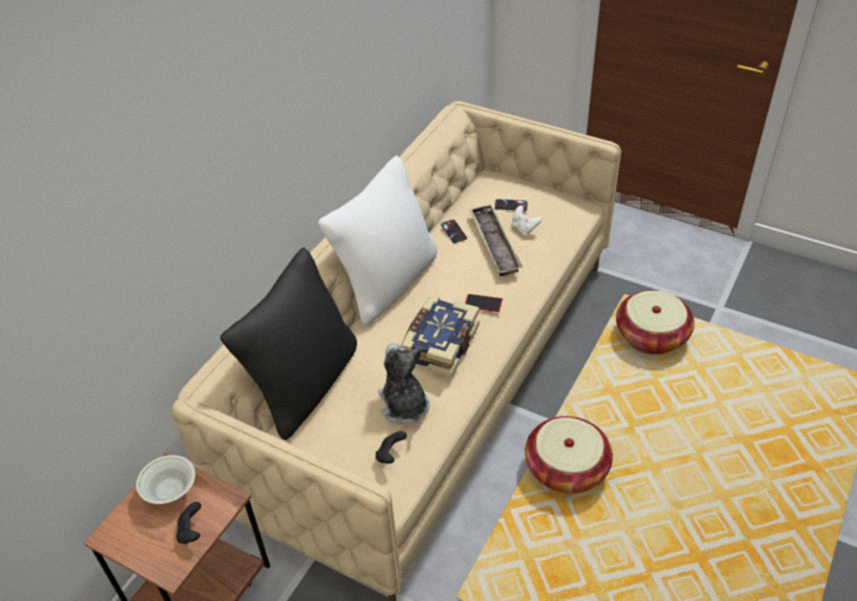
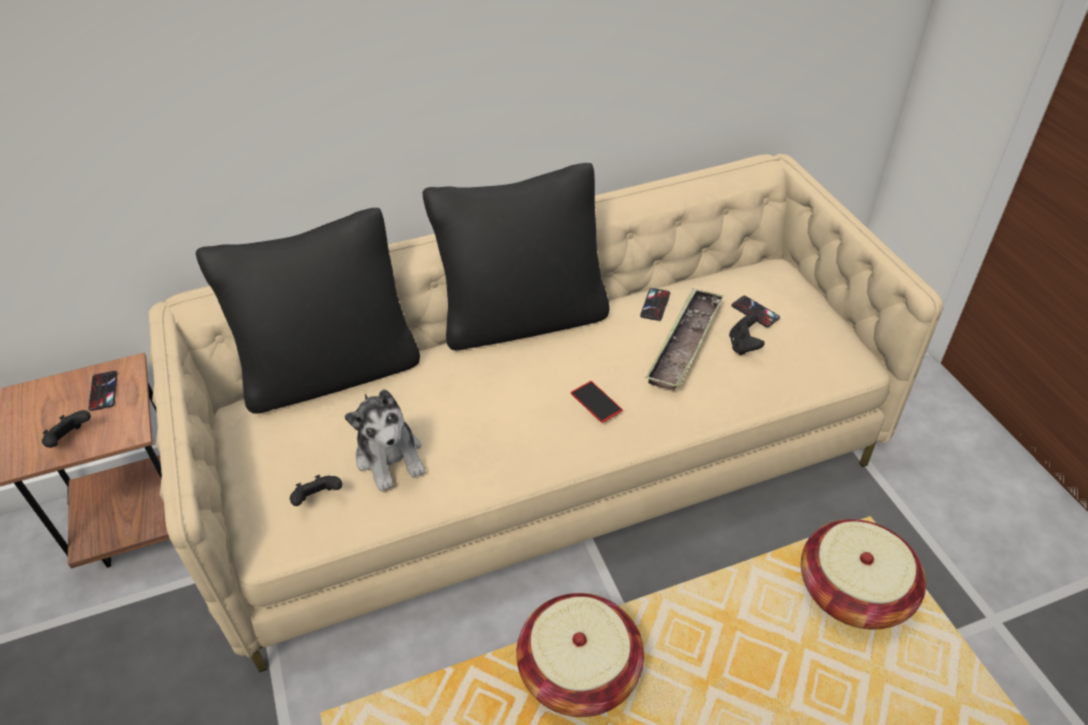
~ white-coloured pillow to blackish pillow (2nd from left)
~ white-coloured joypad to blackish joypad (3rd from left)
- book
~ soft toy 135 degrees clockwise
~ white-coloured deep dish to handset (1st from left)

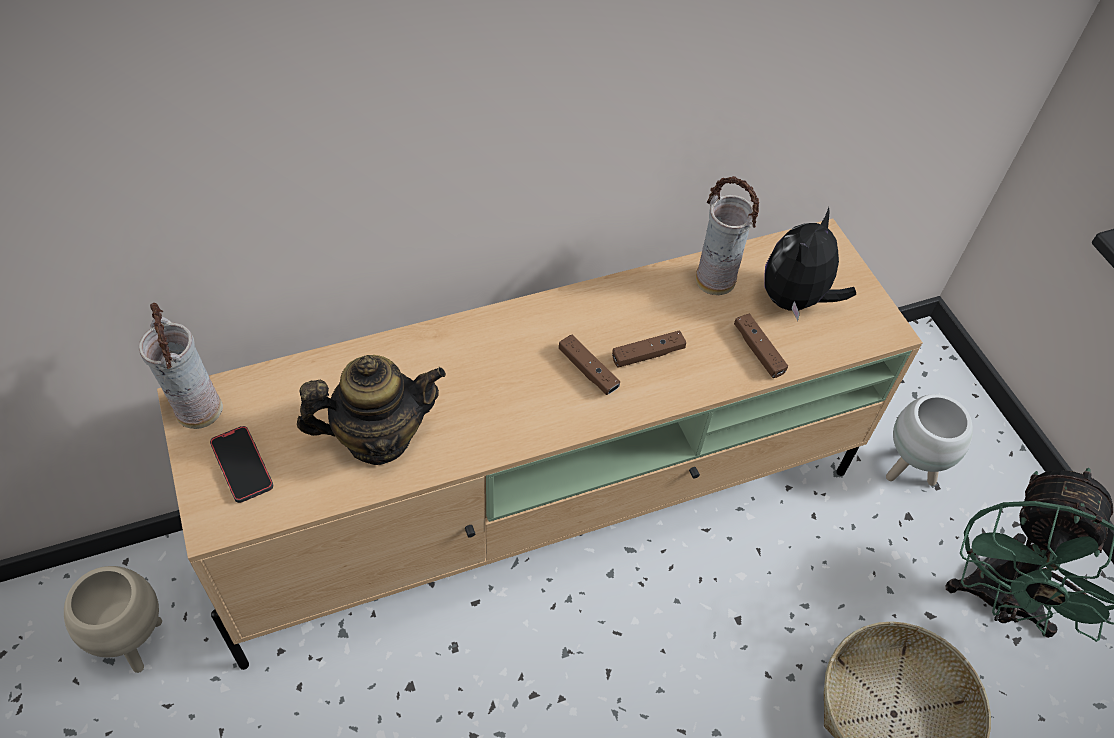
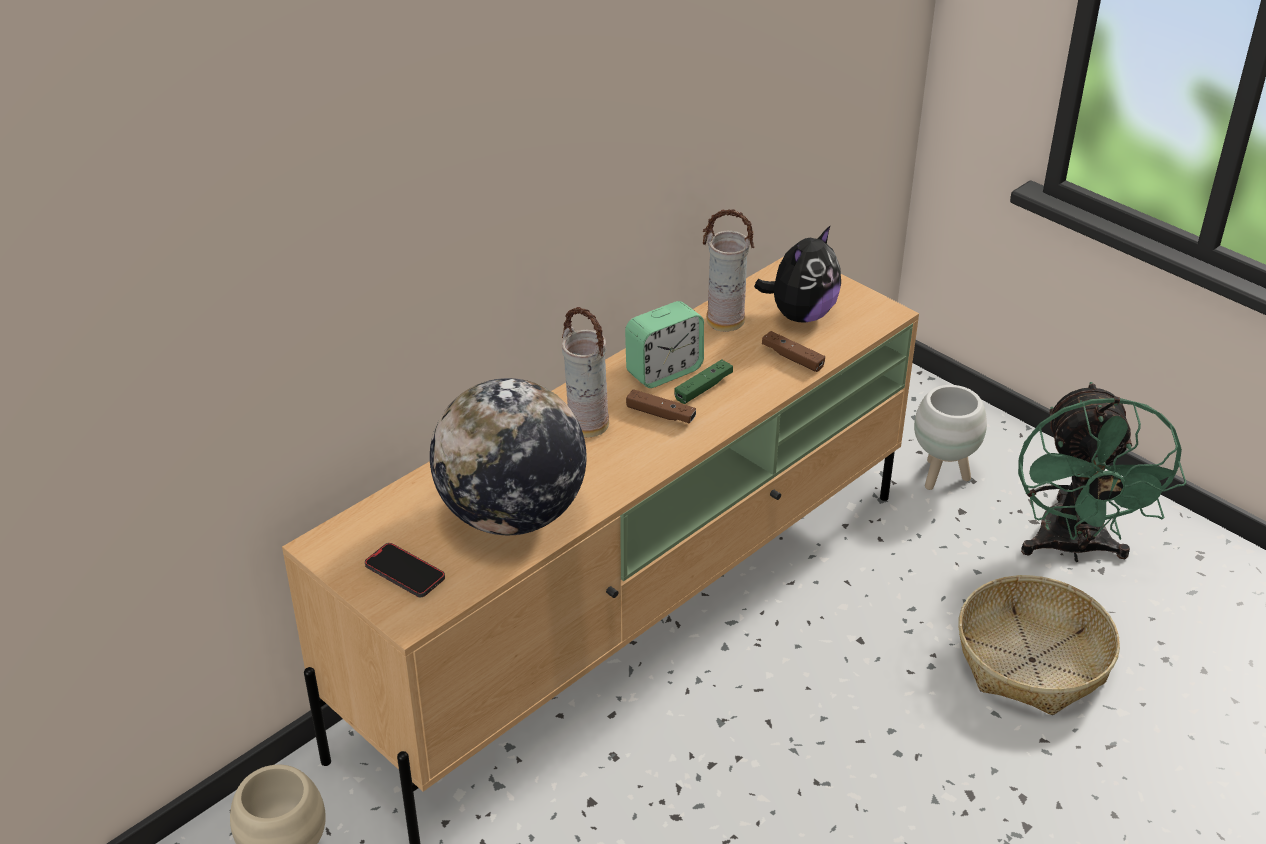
~ soft toy 150 degrees counterclockwise
~ decorative vase (1st from left)
~ brownish joypad (2nd from left) to green joypad
~ pot for tea to desk globe
+ alarm clock

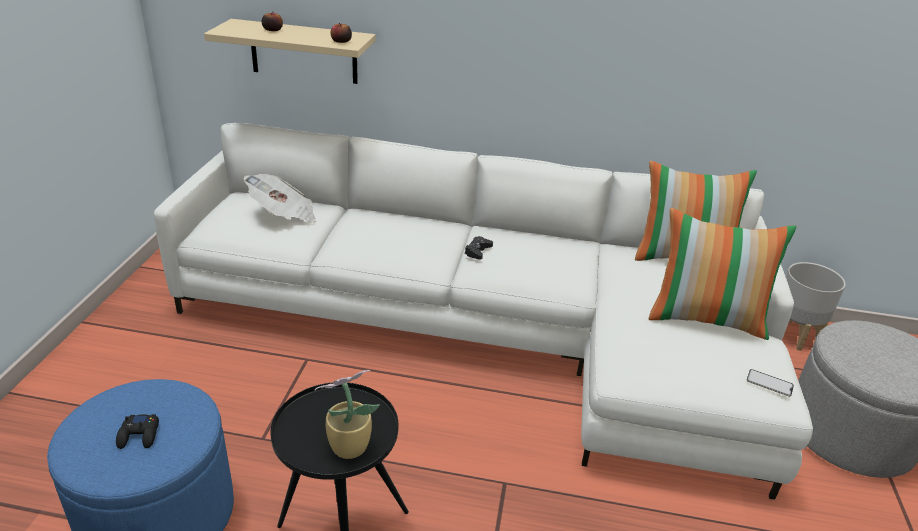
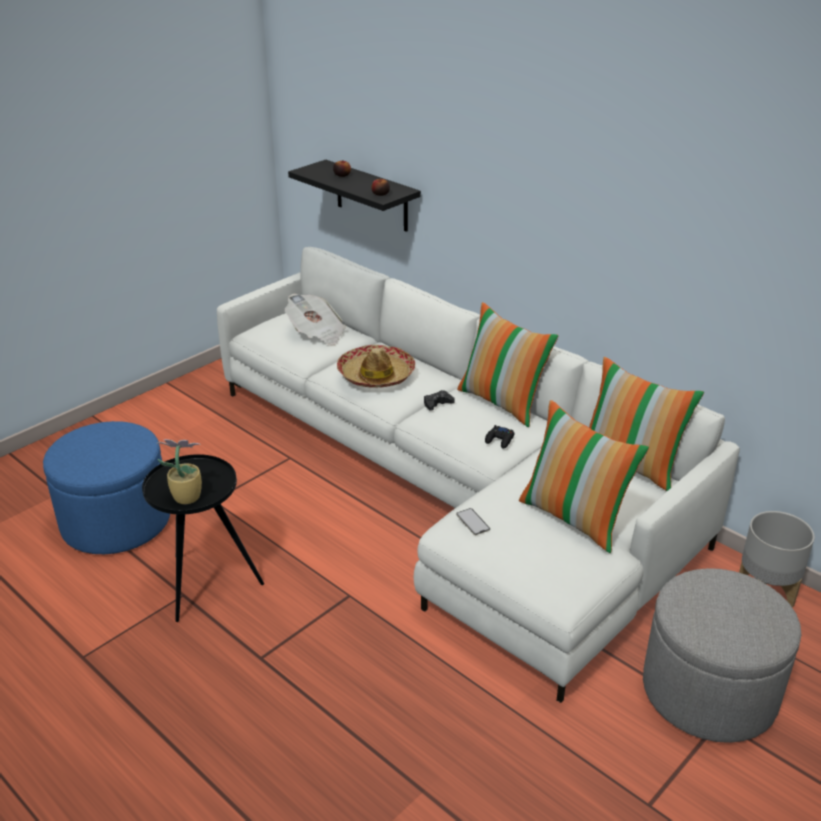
~ beige bracket shelf to blackish bracket shelf
~ handset
~ blackish joypad (1st from left in the first image) to blackish joypad (2nd from left)
+ pillow (1st from left)
+ hat

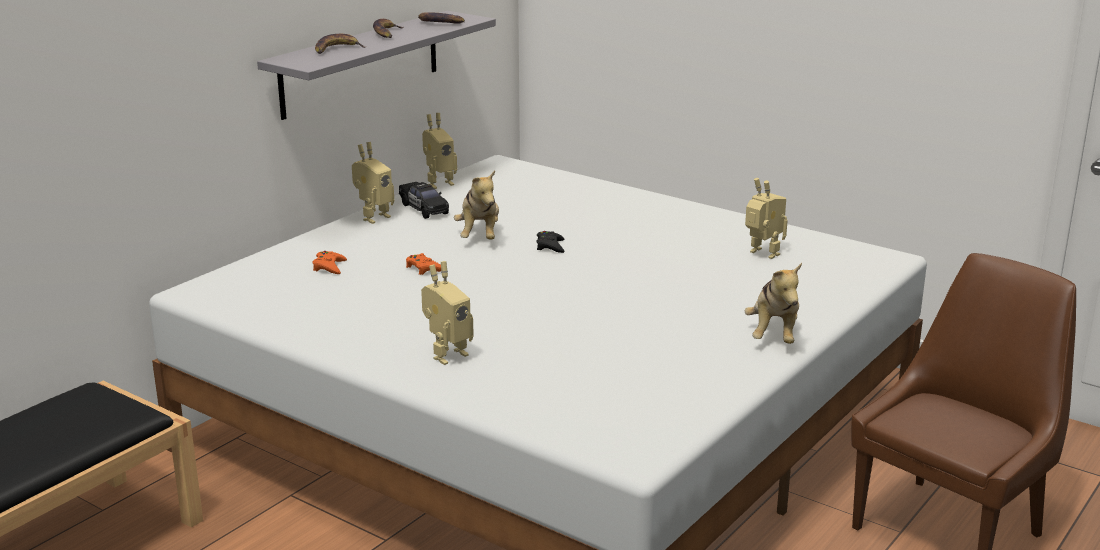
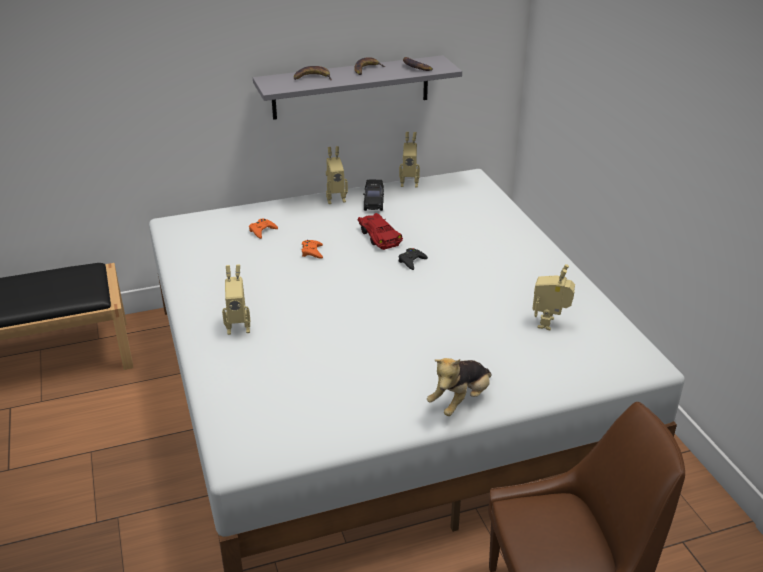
~ soft toy (1st from left) to red miniature car
~ robot figure (4th from left) 150 degrees counterclockwise

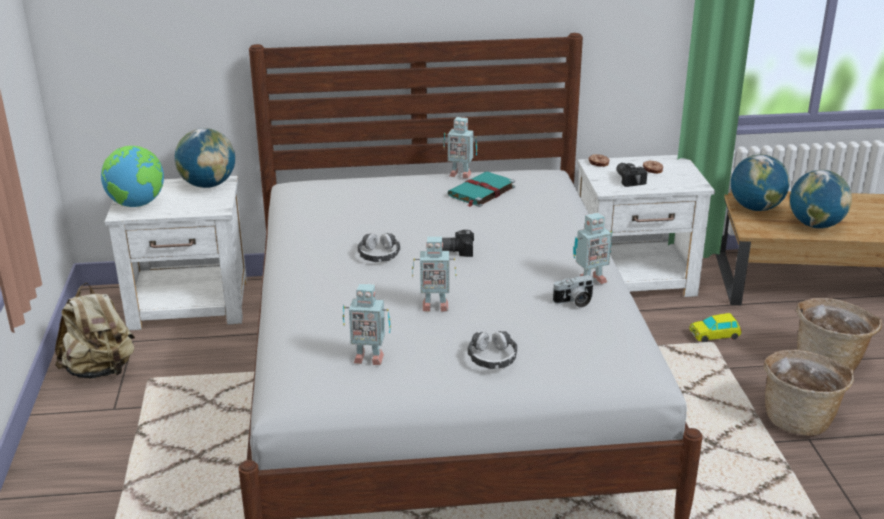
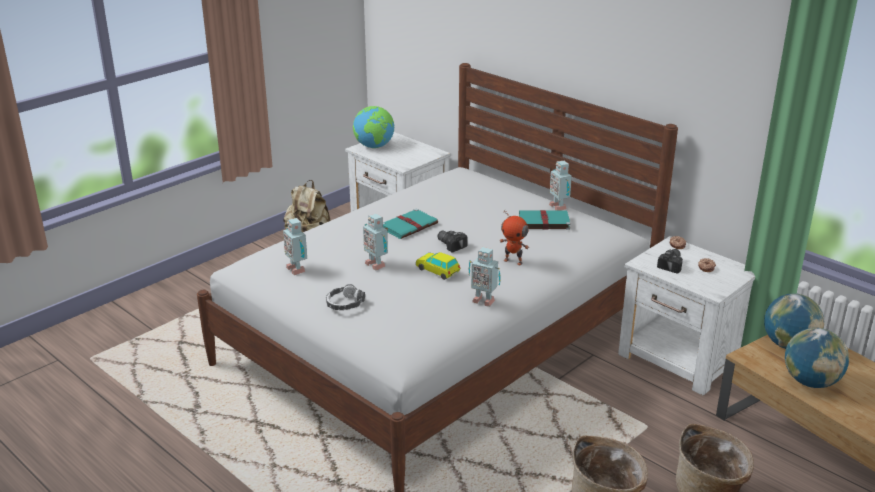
- desk globe (2nd from left)
~ headset (1st from left) to turquoise book (1st from left)
- still camera (2nd from left)
~ miniature car
+ robot figure (4th from left)

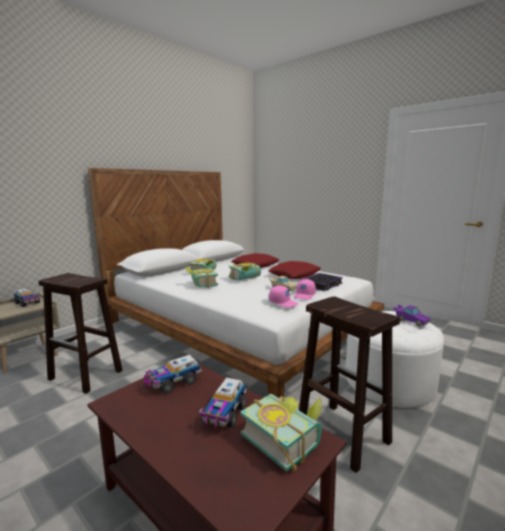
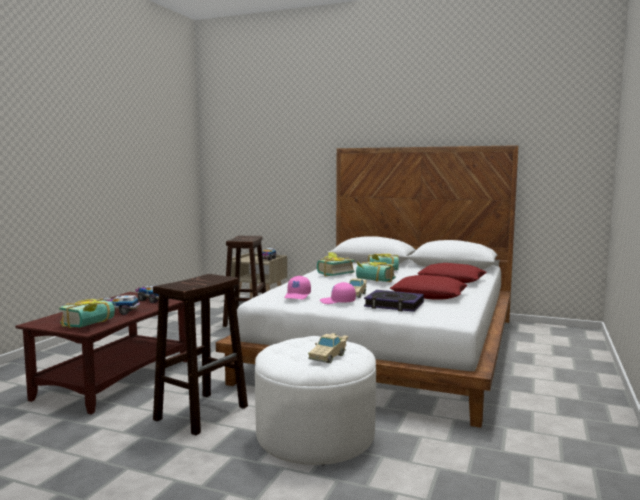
~ purplish miniature car to beige miniature car (1st from left)

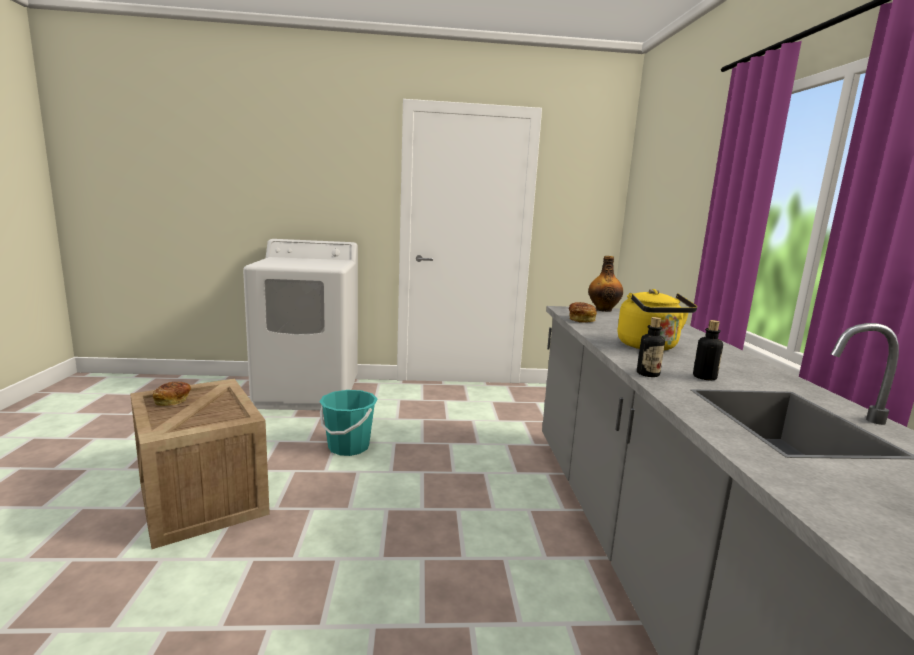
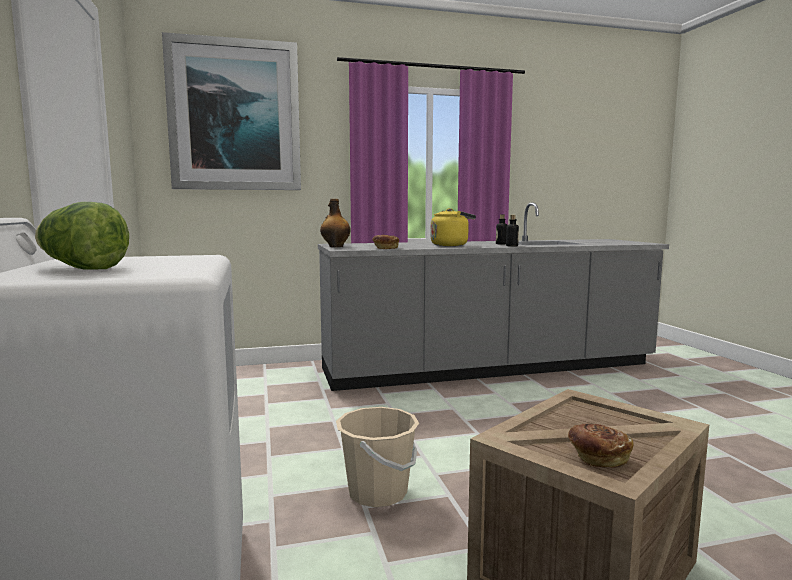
~ turquoise bucket to beige bucket
+ wall picture
+ lettuce

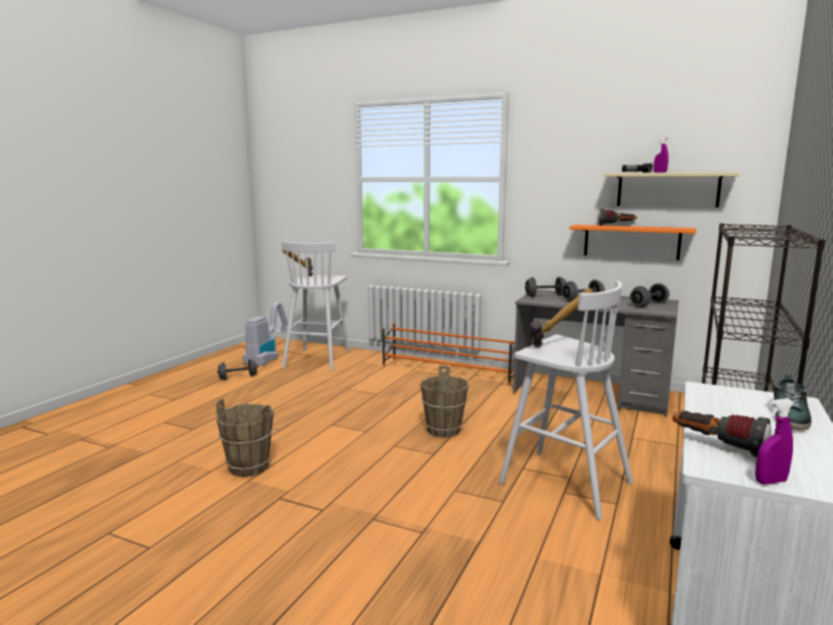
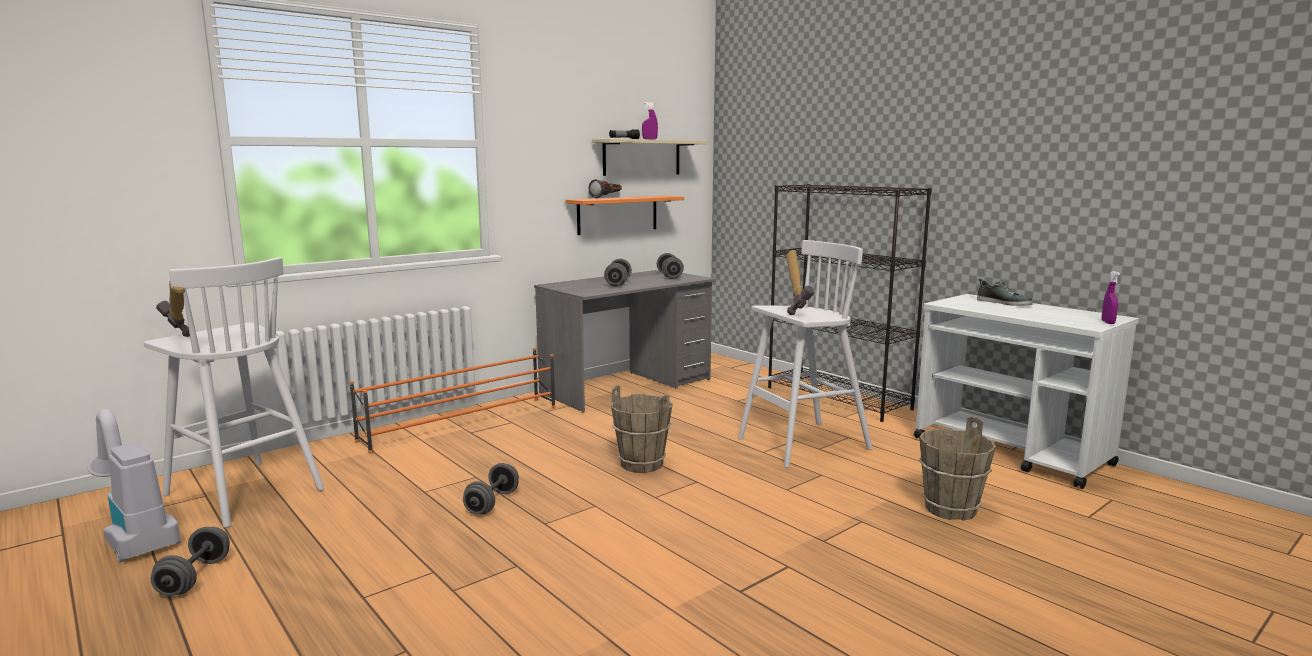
~ grey free weight (2nd from left)
~ brownish bucket (1st from left in the first image) to brownish bucket (2nd from left)
- flashlight (3rd from left)

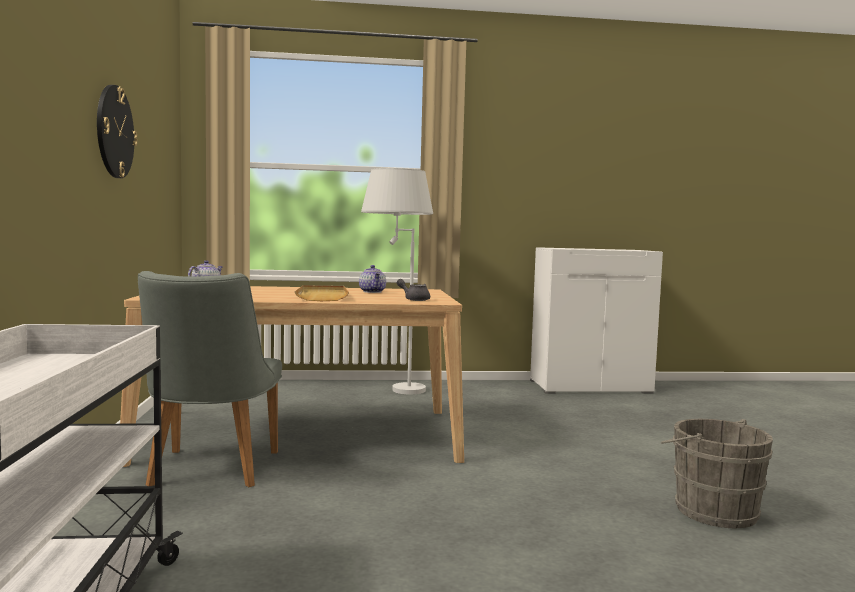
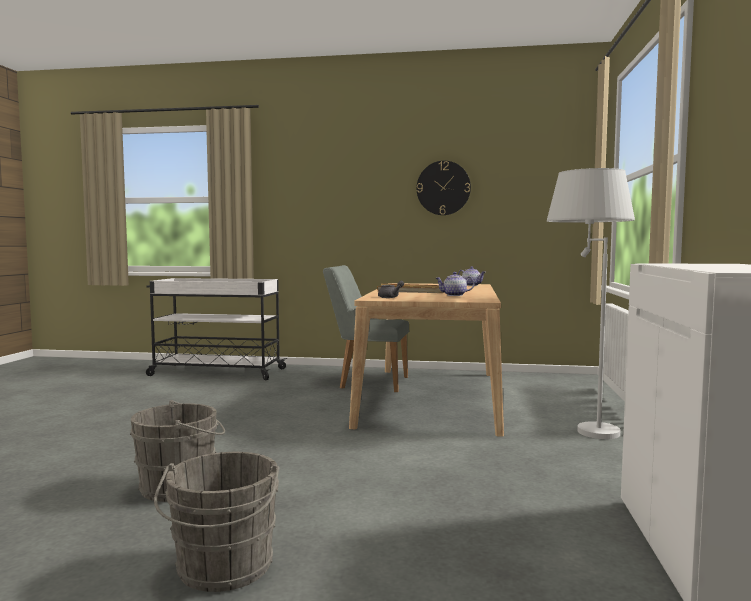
+ grey bucket (2nd from left)

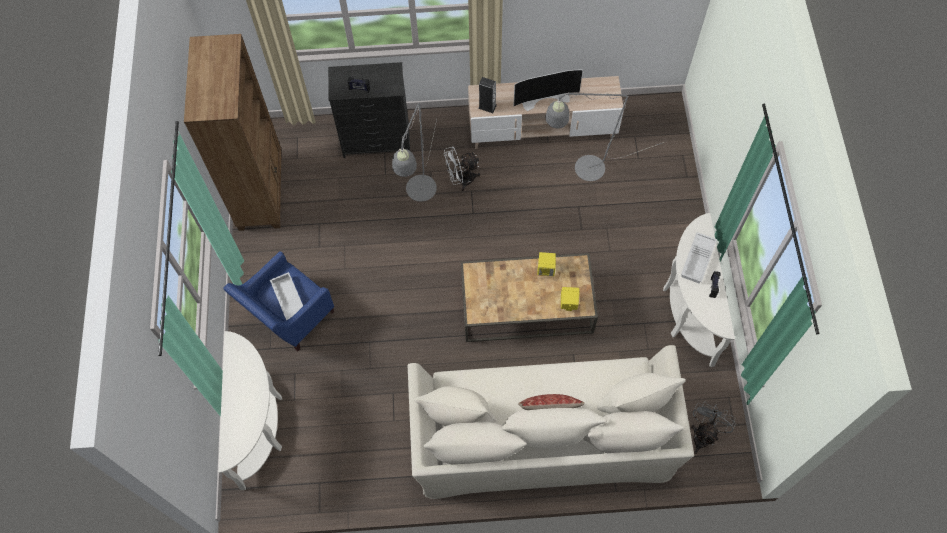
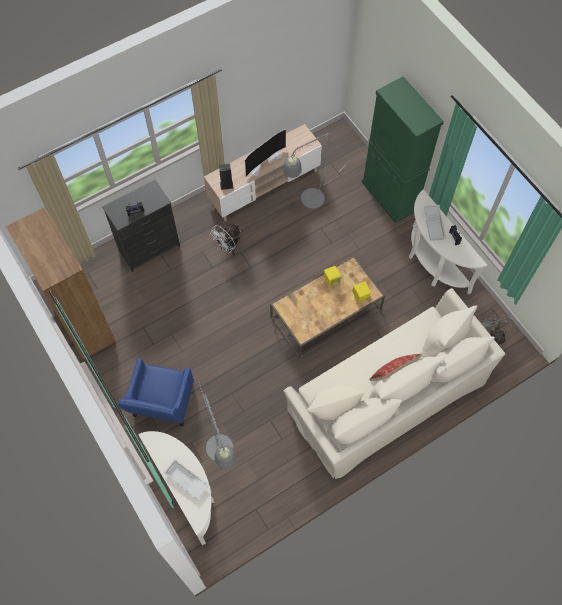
~ grey floor lamp (1st from left)
~ white-coloured serving tray (1st from left)
+ green cabinet

